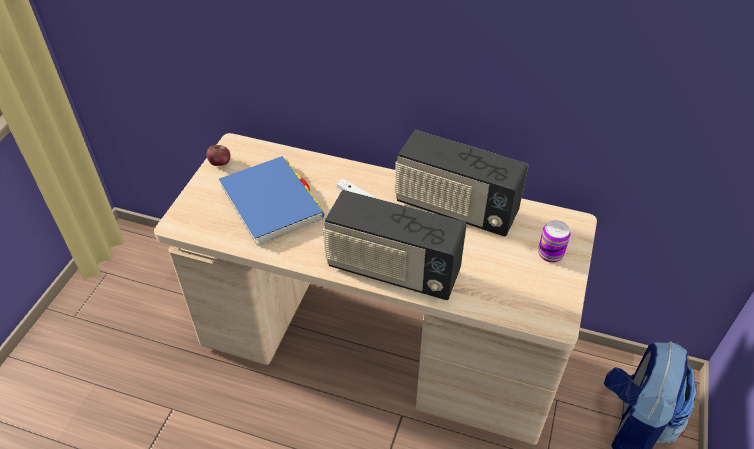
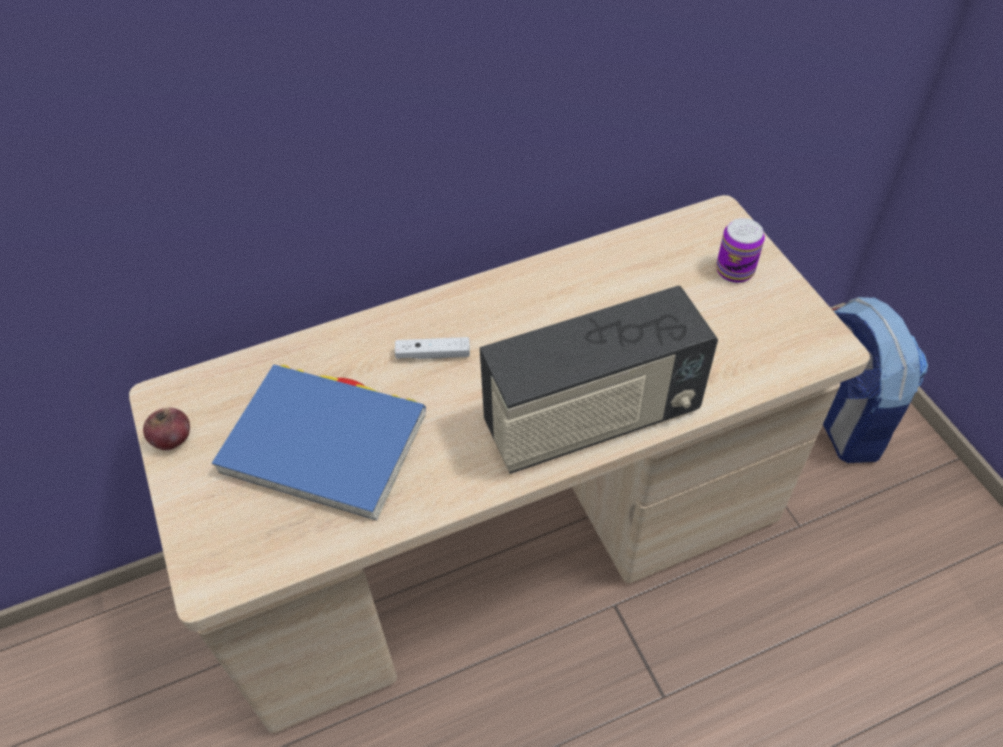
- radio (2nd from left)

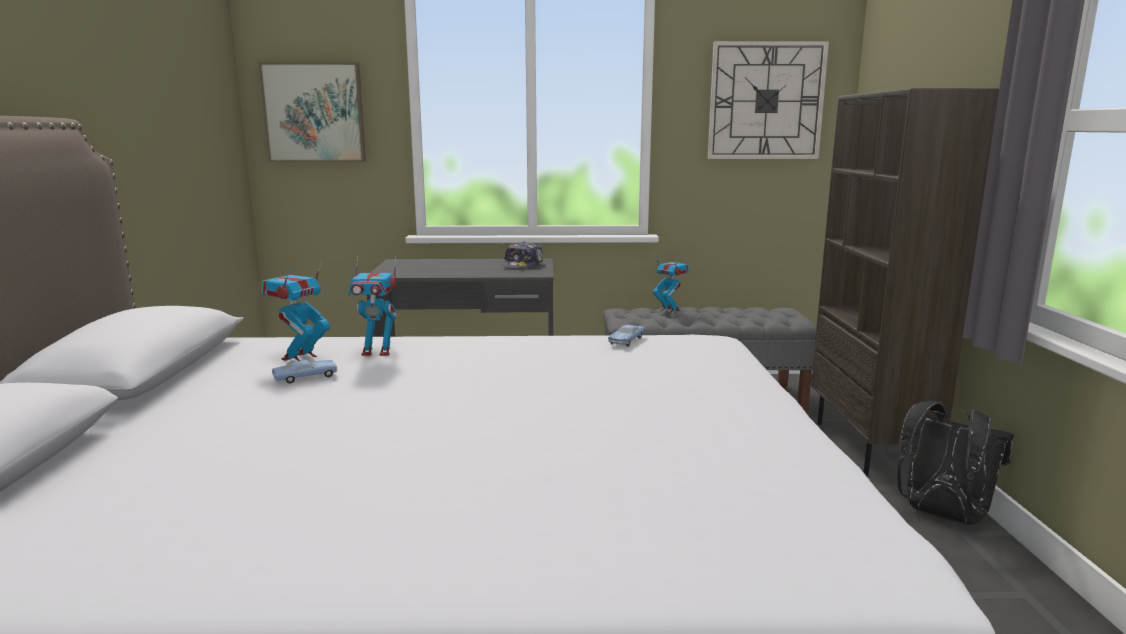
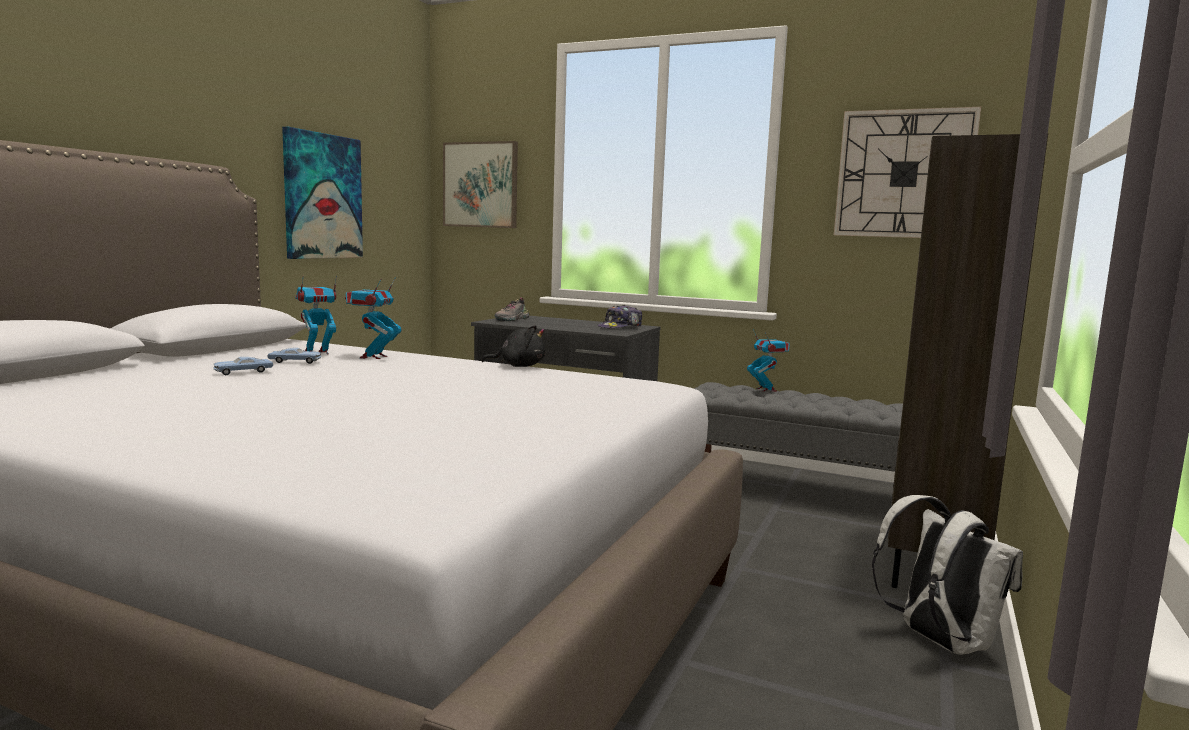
~ robot figure (2nd from left) 75 degrees clockwise
~ blue-coloured miniature car (2nd from left in the first image) to blue-coloured miniature car (1st from left)
~ blackish knapsack to white-coloured knapsack
+ wall picture (1st from left)
+ shoe
+ blackish soft toy

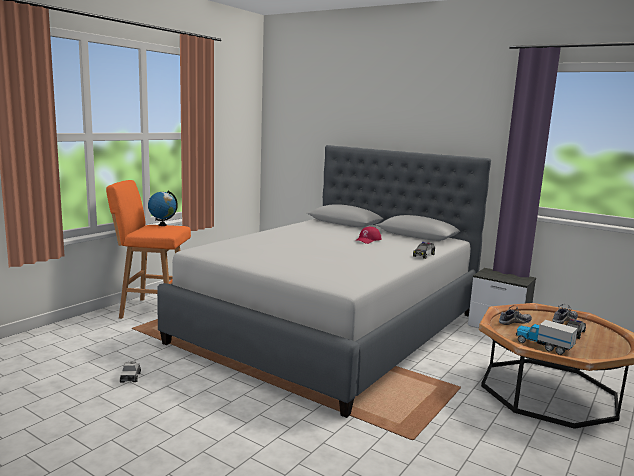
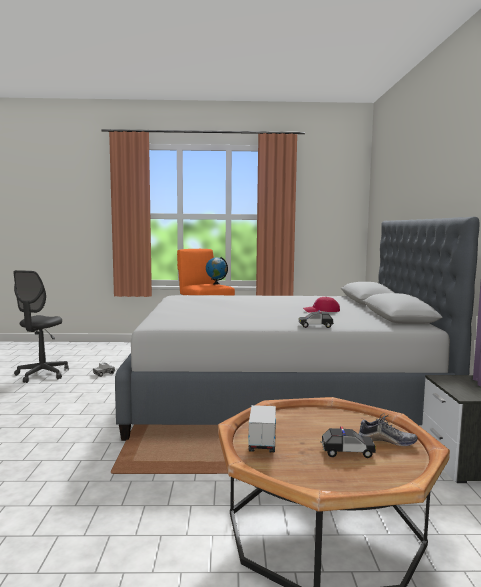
- shoe (1st from left)
+ grey computer chair

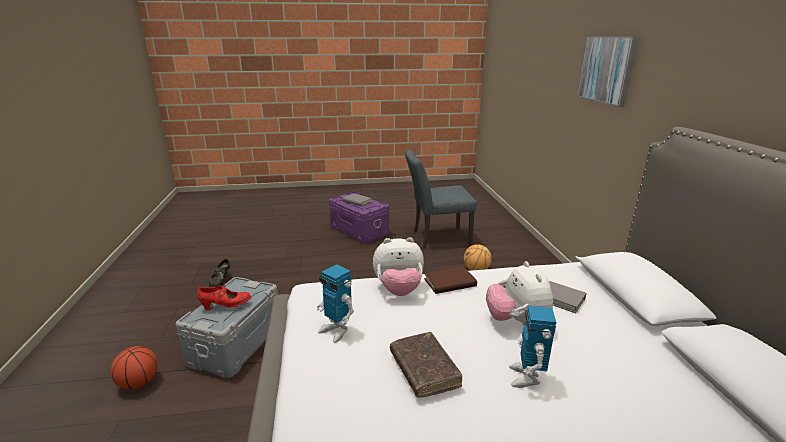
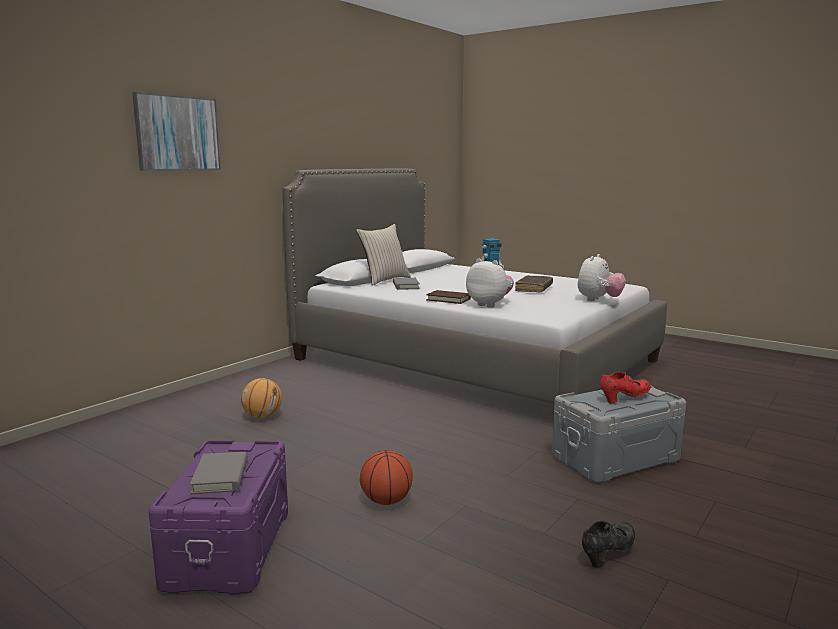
- grey upright chair
~ soft toy (2nd from left)
- robot figure (1st from left)
~ red shoe 120 degrees clockwise
~ ball for basketball (1st from left in the first image) to ball for basketball (2nd from left)
+ beige pillow

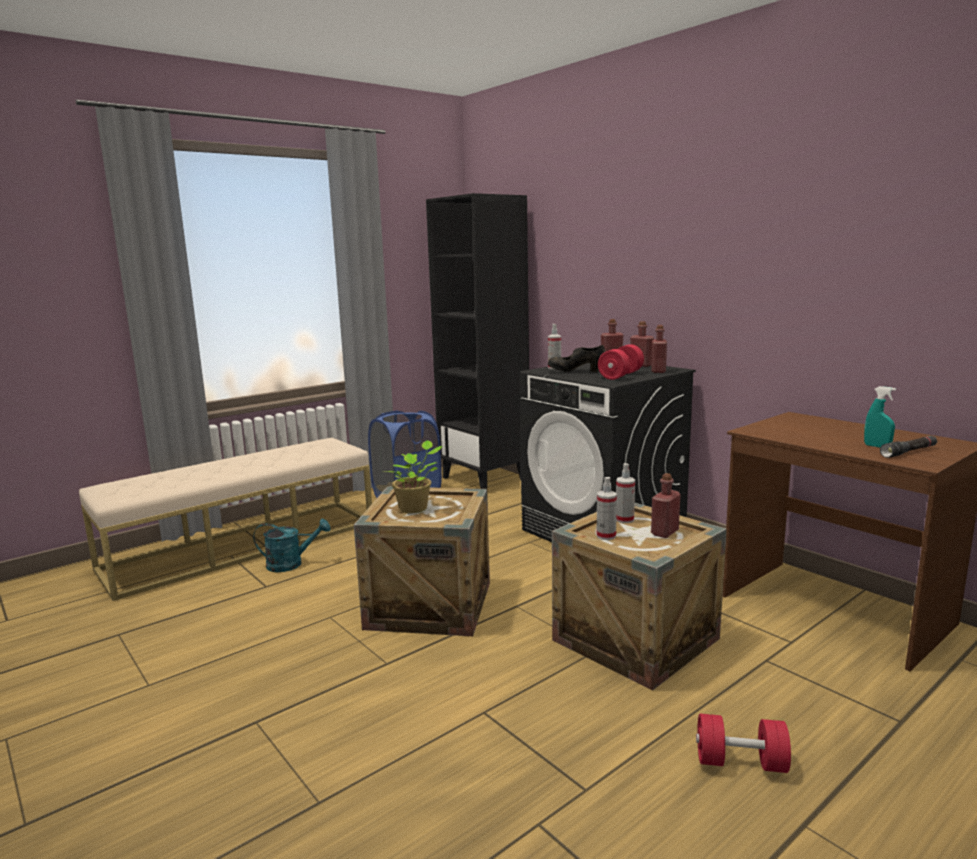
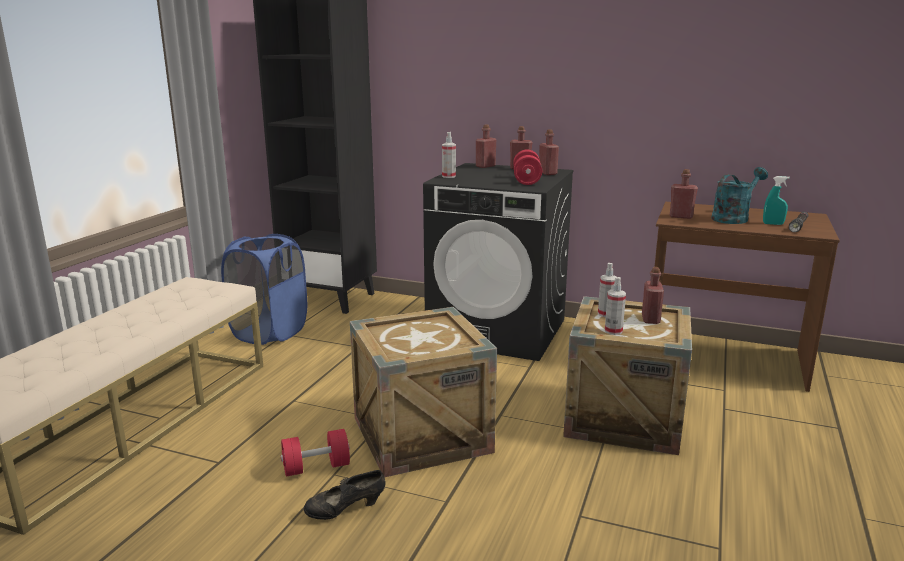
~ blackish shoe
- houseplant
~ turquoise watering pot
~ red free weight (2nd from left in the first image) to red free weight (1st from left)
+ red drink bottle (5th from left)

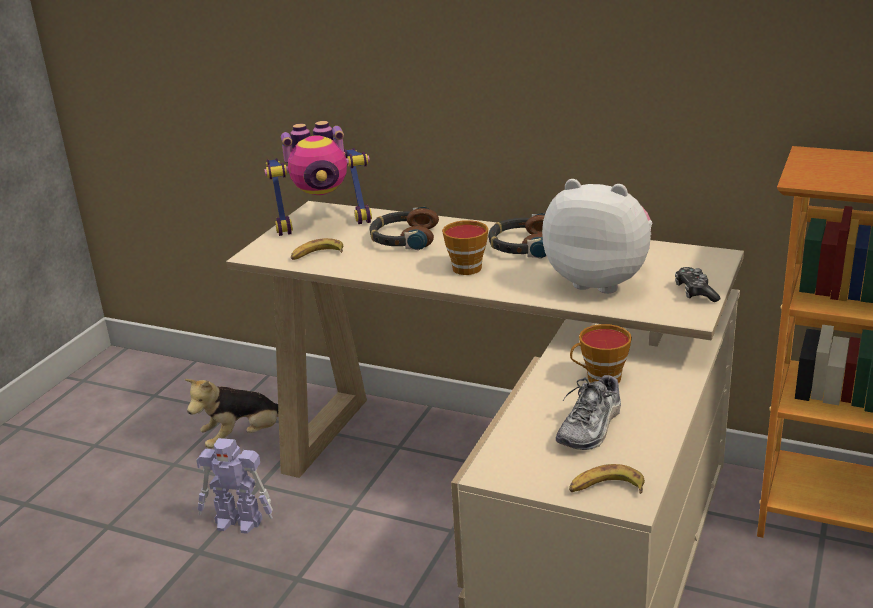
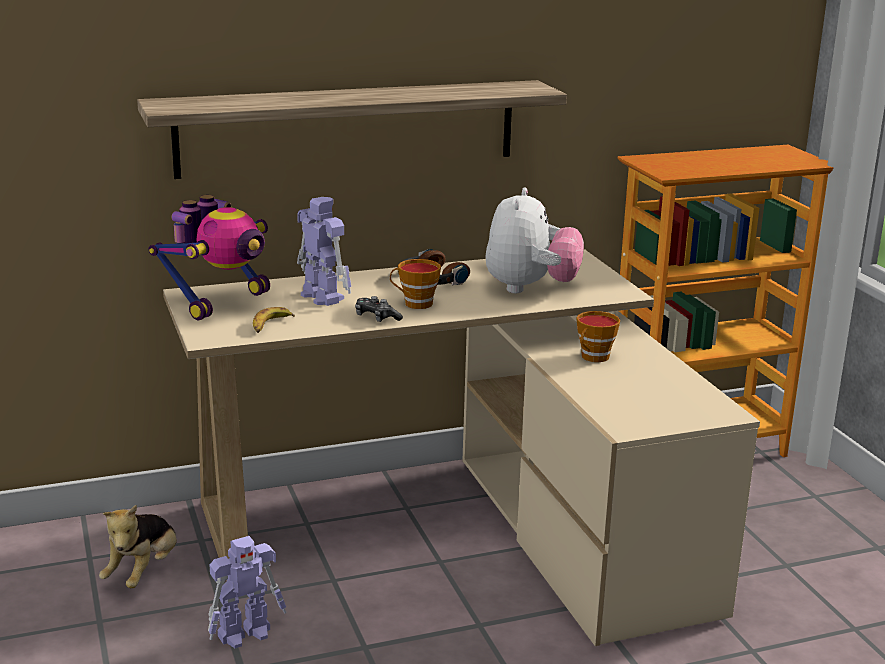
~ soft toy (2nd from left) 120 degrees clockwise
~ headset (1st from left) to robot figure (3rd from left)
~ joypad
- shoe
- whole banana (2nd from left)
+ bracket shelf

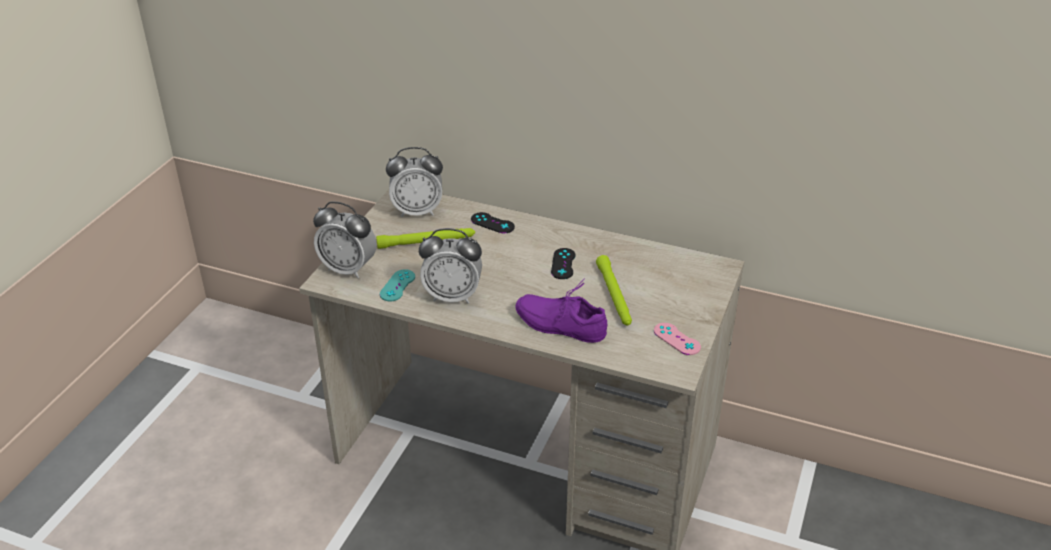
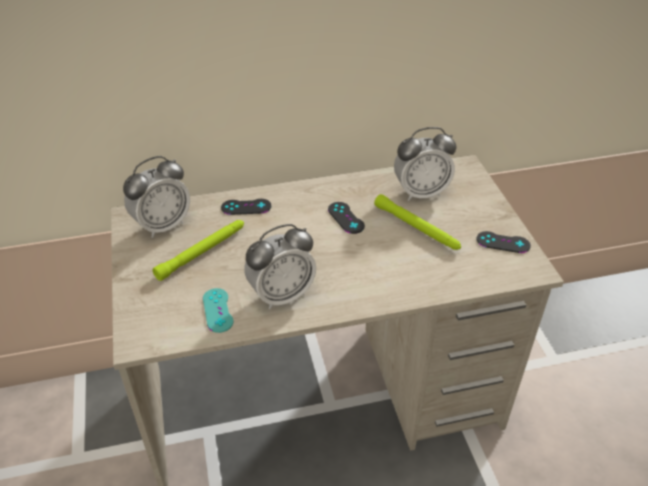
~ alarm clock (1st from left in the first image) to alarm clock (3rd from left)
- purplish shoe
~ pinkish joypad to blackish joypad (3rd from left)

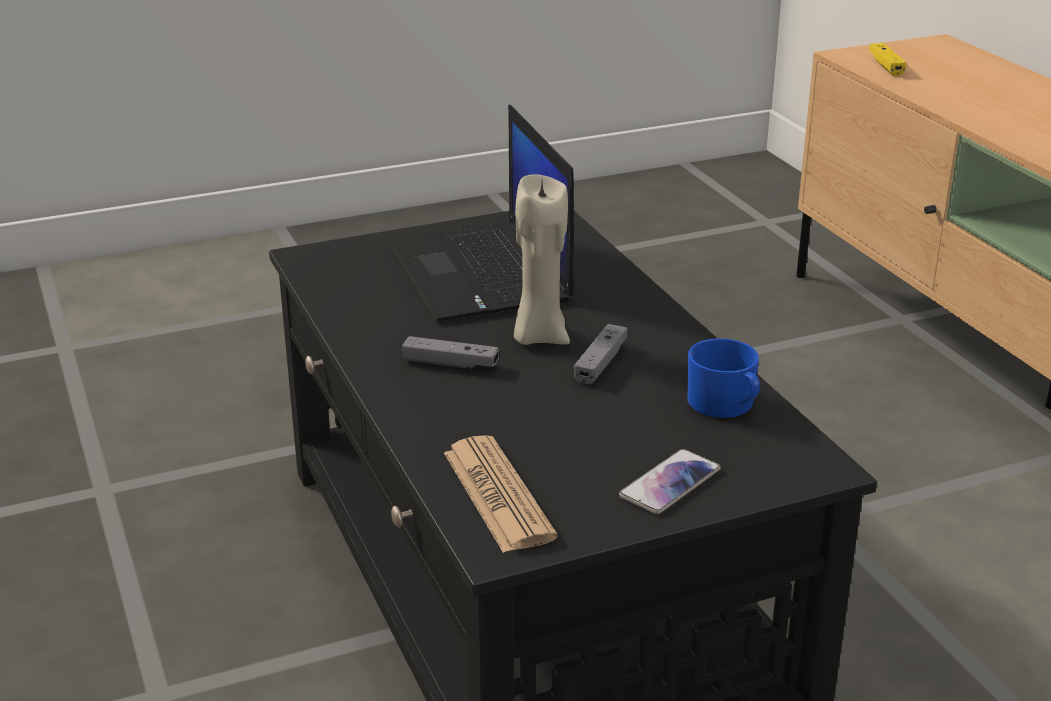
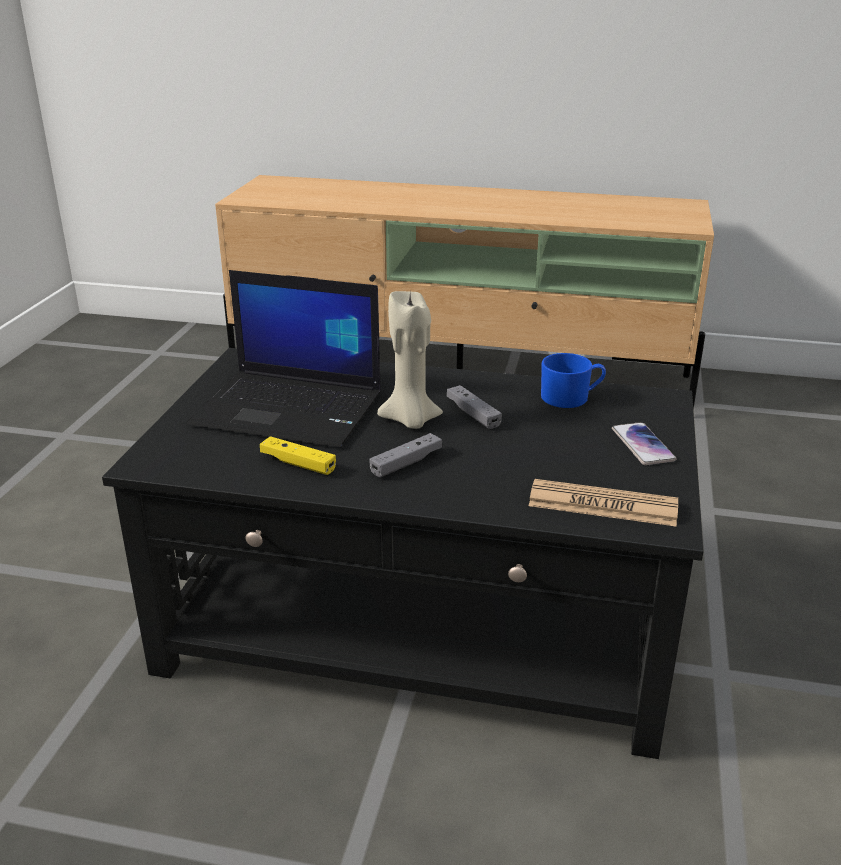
~ yellow-coloured joypad

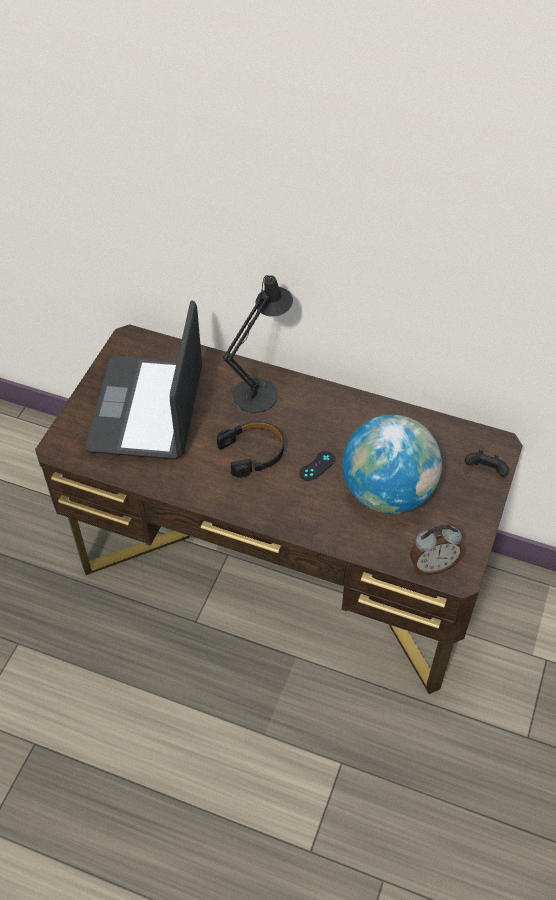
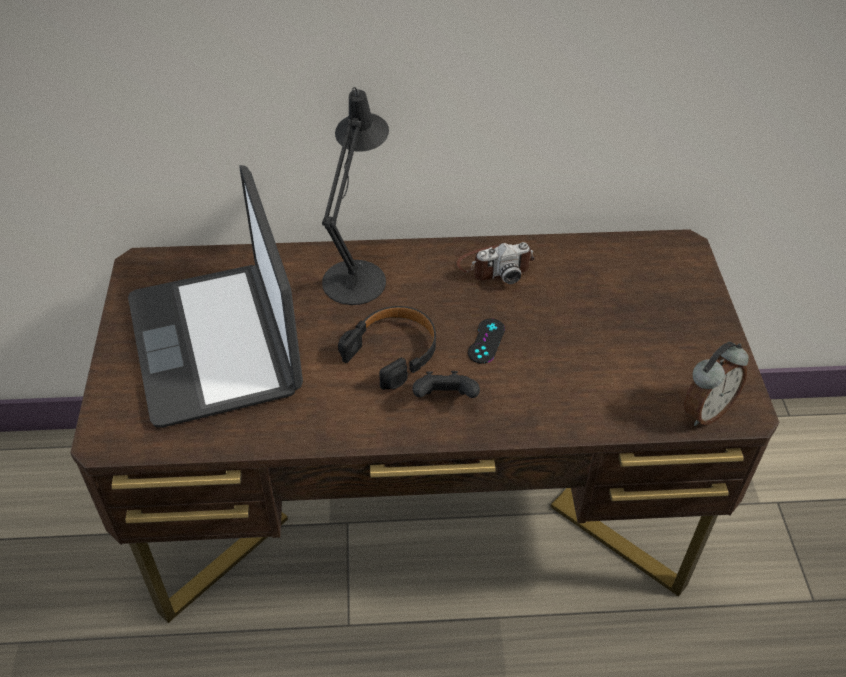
- desk globe
~ blackish joypad (2nd from left in the first image) to blackish joypad (1st from left)
+ still camera

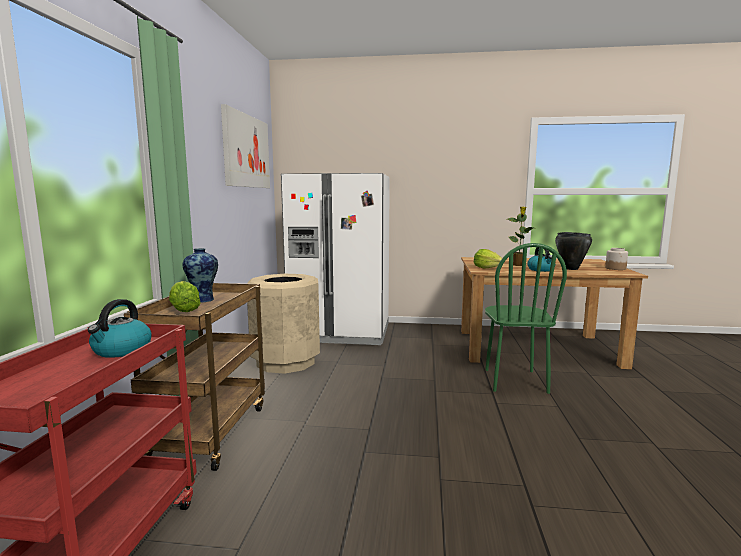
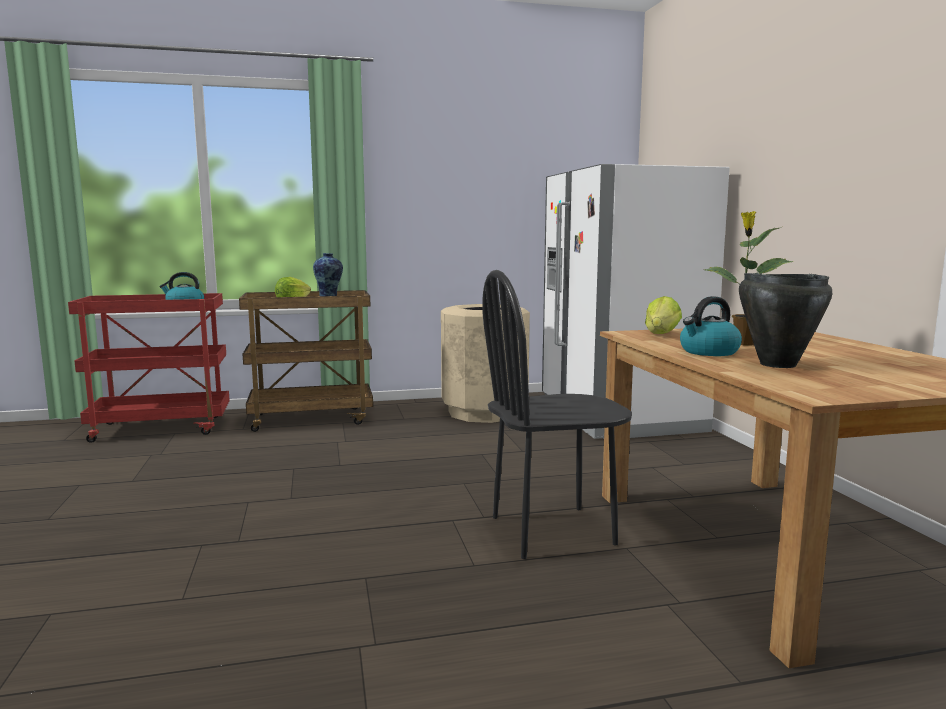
- wall picture
~ green upright chair to blackish upright chair
- jar

